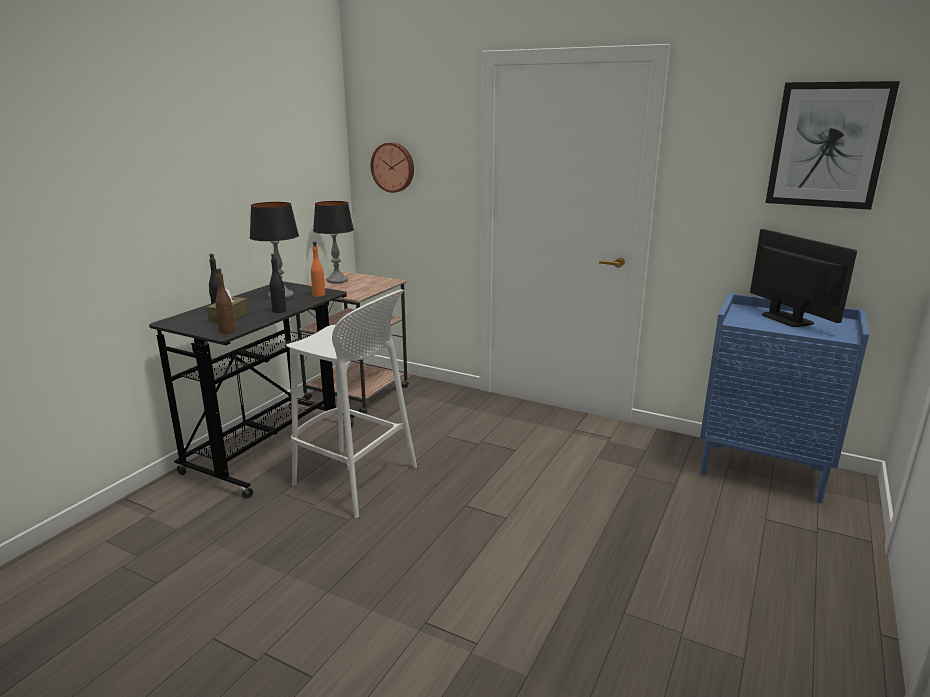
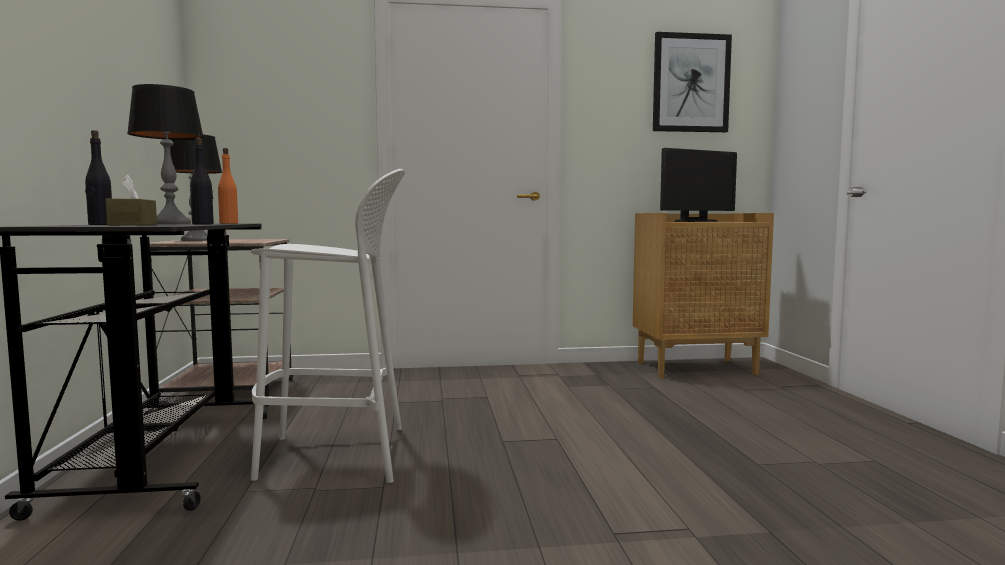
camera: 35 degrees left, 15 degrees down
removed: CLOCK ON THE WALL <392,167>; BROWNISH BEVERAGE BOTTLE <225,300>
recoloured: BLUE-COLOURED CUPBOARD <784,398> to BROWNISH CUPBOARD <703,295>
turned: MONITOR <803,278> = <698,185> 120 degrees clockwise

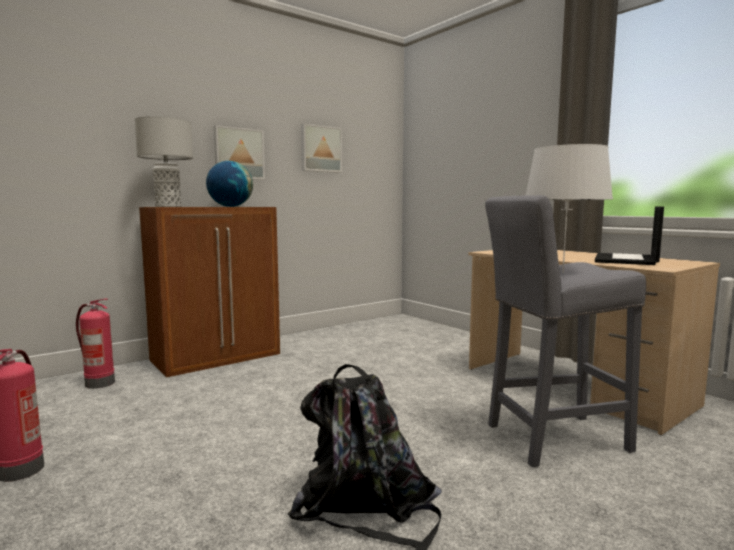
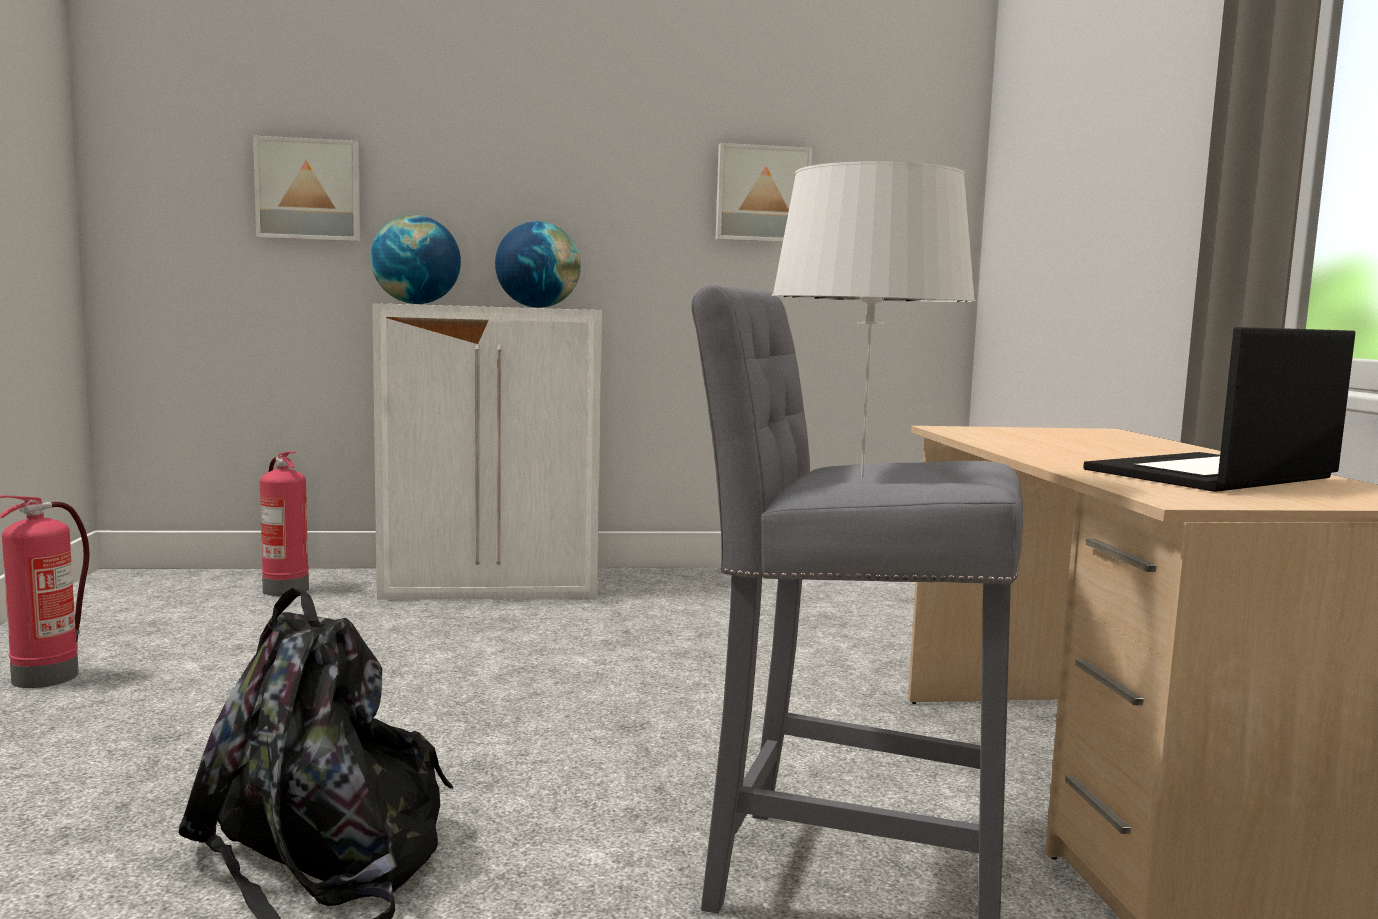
camera: 30 degrees right, 0 degrees up
moved: PICTURE <239,152> to <306,188>
replaced: WHITE-COLOURED LAMP FOR A TABLE <164,161> to WORLD GLOBE <415,259>
recoloured: BROWNISH CUPBOARD <209,292> to WHITE-COLOURED CUPBOARD <487,451>

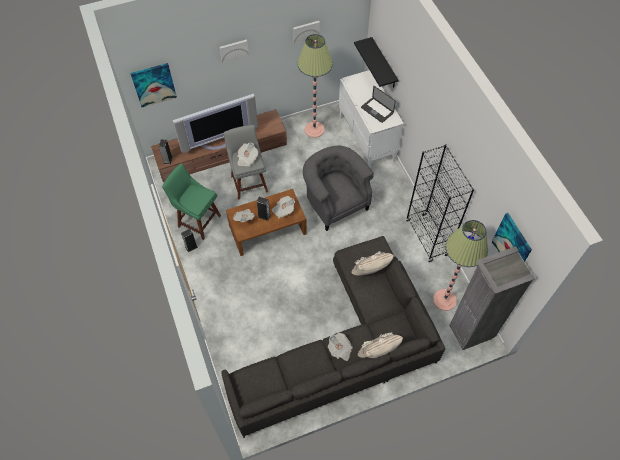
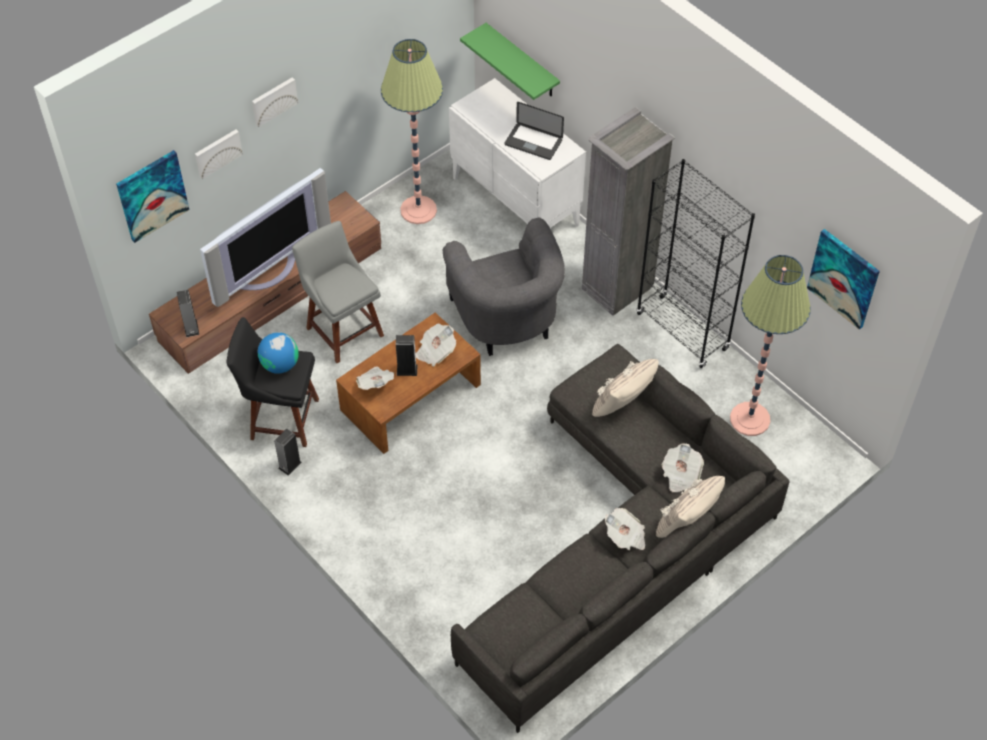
camera: 20 degrees left, 5 degrees down
added: WORLD GLOBE <278,353>
moved: PICTURE <306,32> to <219,154>; NEWSPAPER <247,155> to <683,467>; GRAY CUPBOARD <492,298> to <628,211>
recoloured: BLACK-COLOURED WALL SHELF <376,62> to GREEN WALL SHELF <510,61>; GREEN STOOL SEAT <191,201> to BLACK-COLOURED STOOL SEAT <273,382>
turned: GRAY LOUNGE CHAIR <338,188> = <504,286> 150 degrees counterclockwise

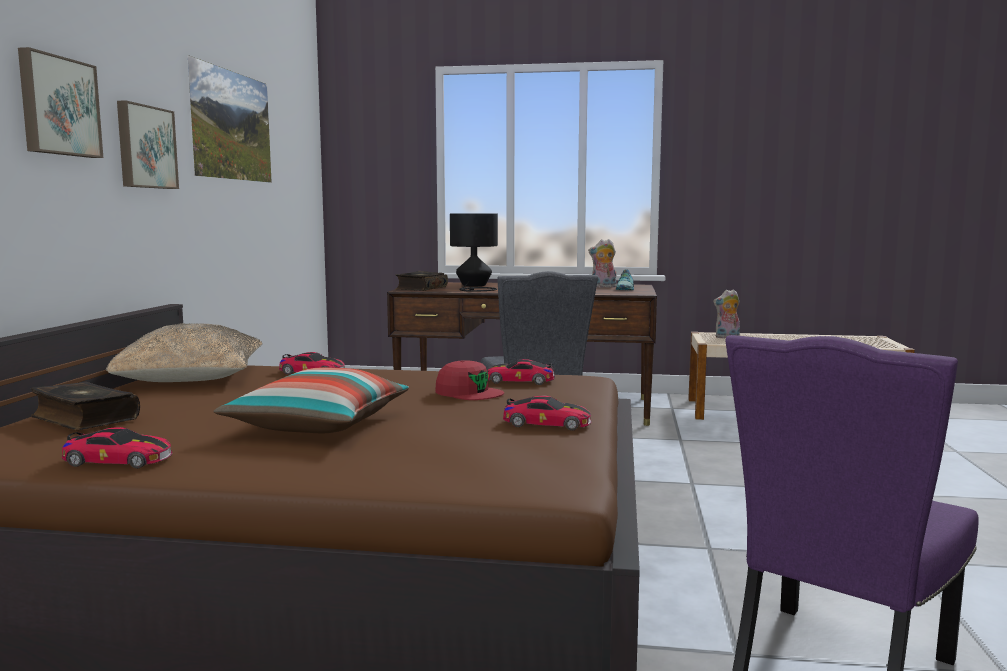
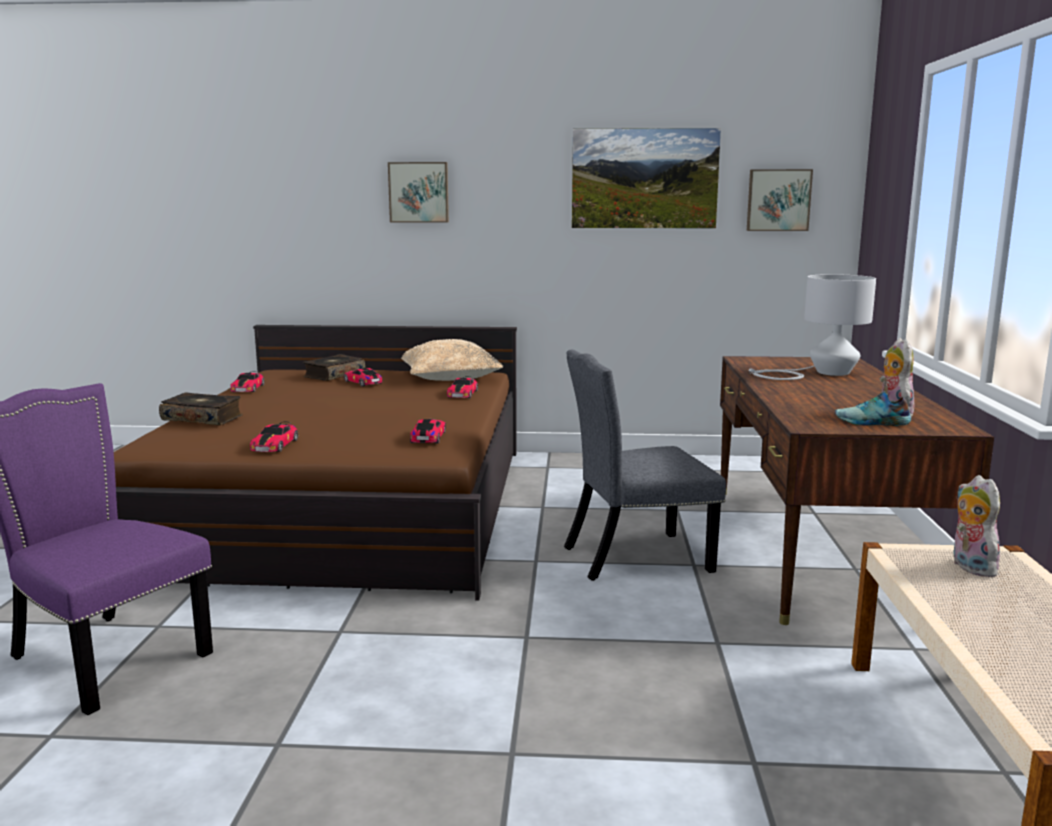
camera: 85 degrees right, 5 degrees up
removed: RED BASEBALL CAP <469,380>; PILLOW <311,400>
added: MINIATURE CAR <363,377>
moved: PICTURE <148,144> to <780,200>; VOLUME <422,281> to <201,409>
recoloured: BLACK-COLOURED LAMP FOR A TABLE <474,253> to WHITE-COLOURED LAMP FOR A TABLE <812,327>

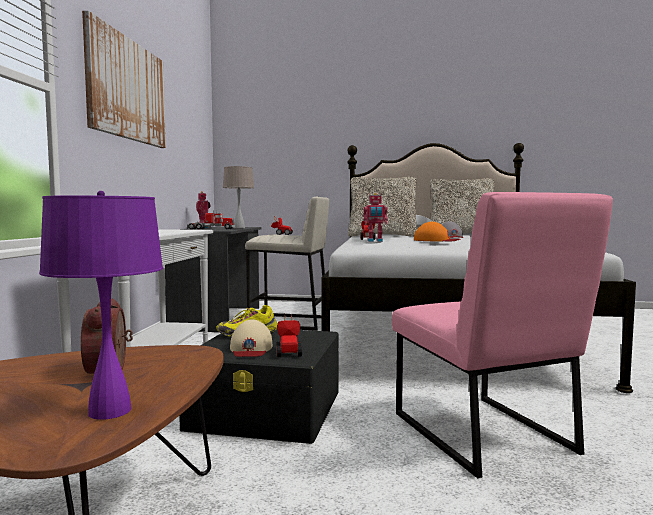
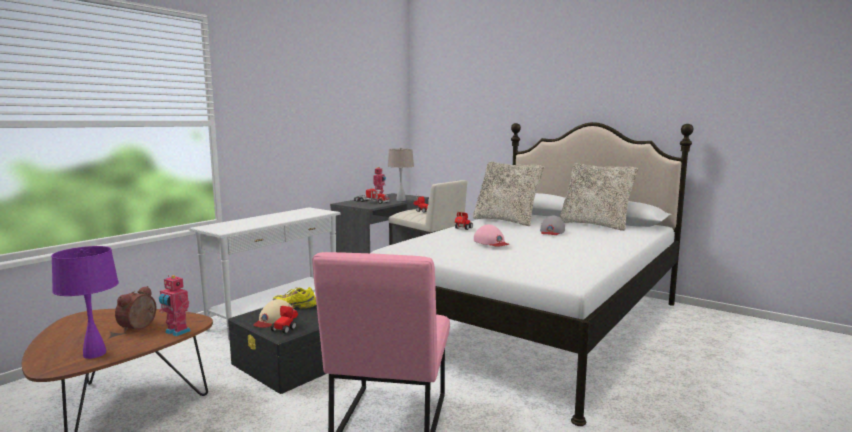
camera: 30 degrees right, 5 degrees up
removed: PICTURE <124,79>
moved: ROBOT FIGURE <375,217> to <175,306>
recoloured: ORANGEY BASEBALL CAP <437,231> to PINK-COLOURED BASEBALL CAP <492,235>

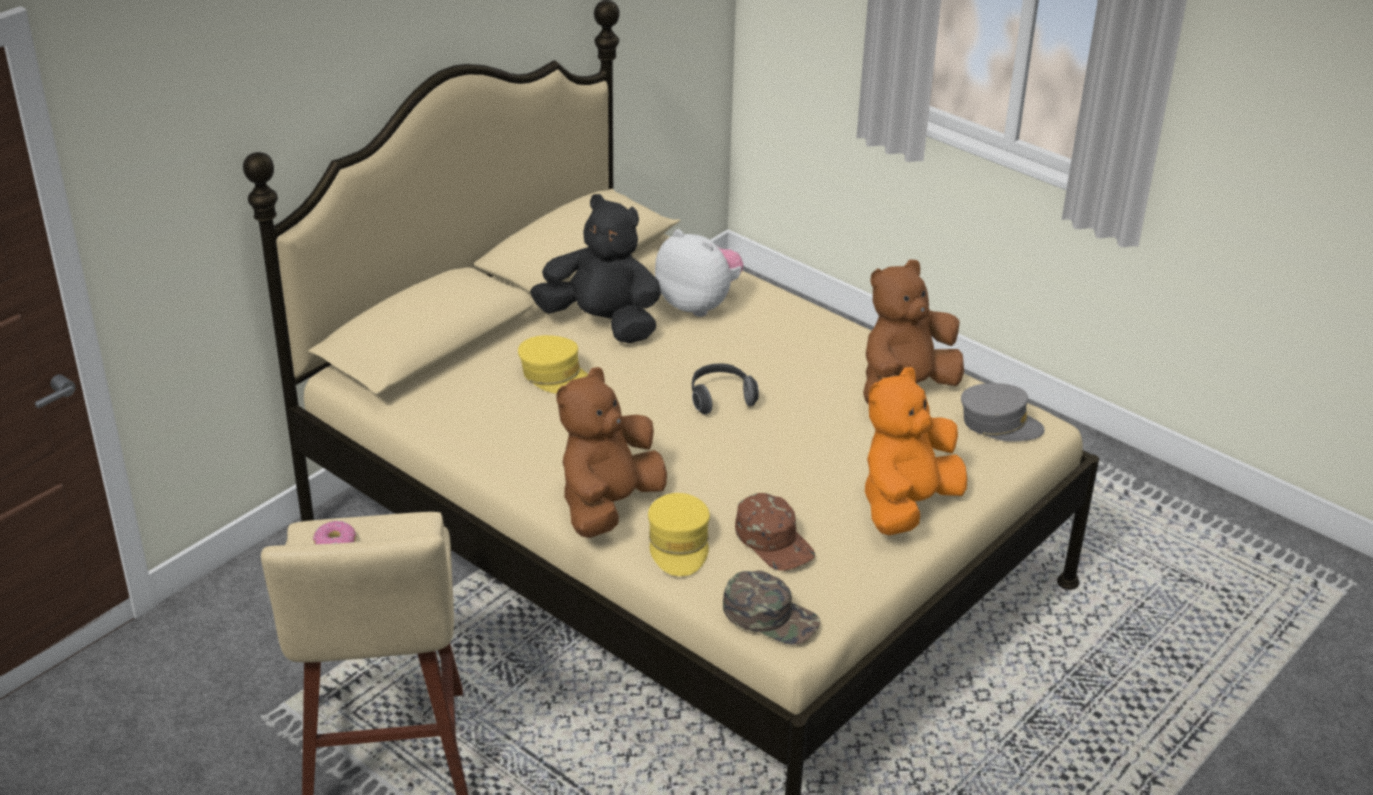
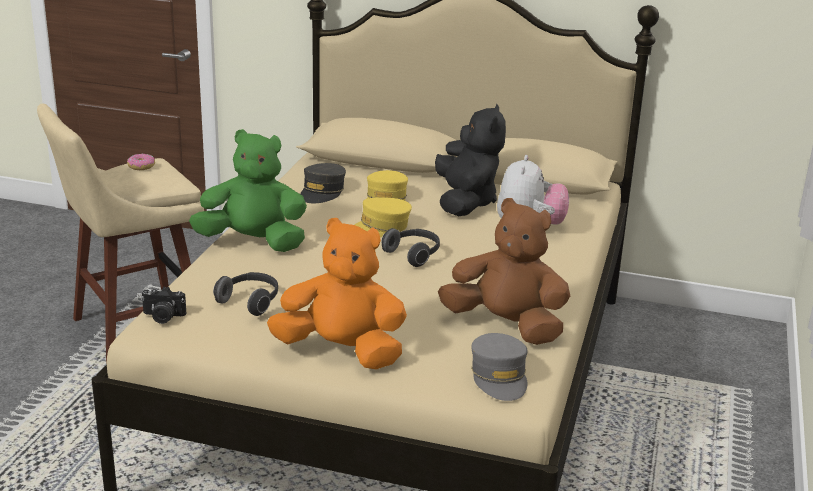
camera: 65 degrees right, 10 degrees down
added: GRAY BASEBALL CAP <323,183>
moved: YELLOW-COLOURED BASEBALL CAP <679,534> to <383,217>
replaced: BROWNISH BASEBALL CAP <775,532> to HEADSET <245,294>; GREEN BASEBALL CAP <771,607> to STILL CAMERA <163,305>
recoloured: BROWNISH PLUSH TOY <611,452> to GREEN PLUSH TOY <248,190>

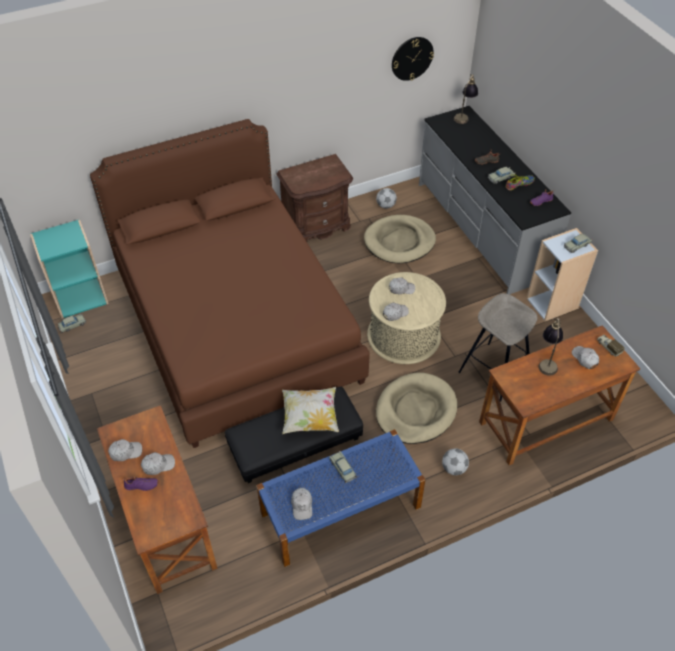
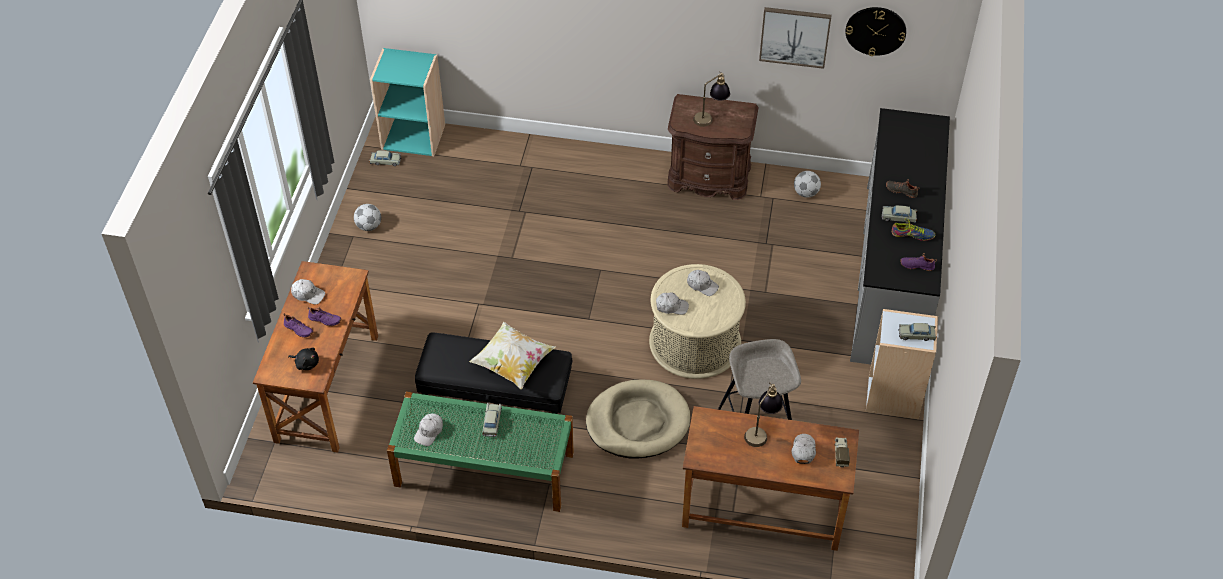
camera: 35 degrees right, 0 degrees up
removed: BROWNISH BEDROOM BED <230,283>; BEIGE DOG BED <400,239>
added: PICTURE <795,38>; BLACK-COLOURED PLUSH TOY <303,359>
moved: LAMP FOR A TABLE <466,99> to <711,99>; FOOTBALL BALL <455,461> to <367,217>
replaced: WHITE-COLOURED BASEBALL CAP <158,463> to PURPLE-COLOURED SHOE <324,316>
recoloured: BLUE-COLOURED INDOOR BENCH <340,498> to GREEN INDOOR BENCH <480,452>

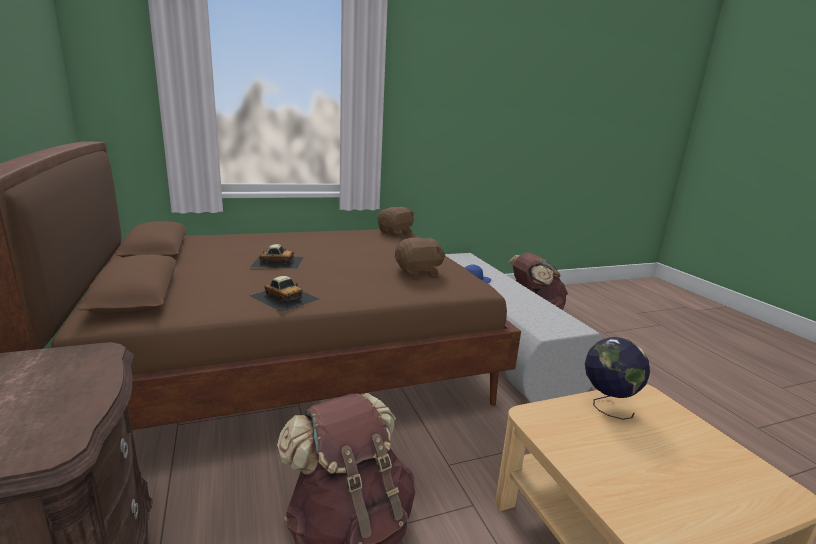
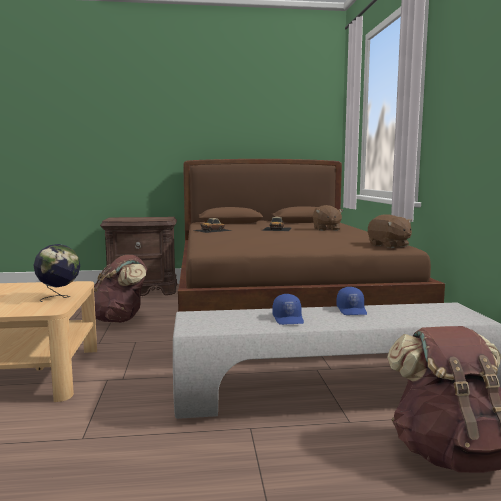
camera: 105 degrees right, 10 degrees down
added: BLUE-COLOURED BASEBALL CAP <288,309>
moved: BROWNISH PLUSH TOY <420,258> to <328,218>

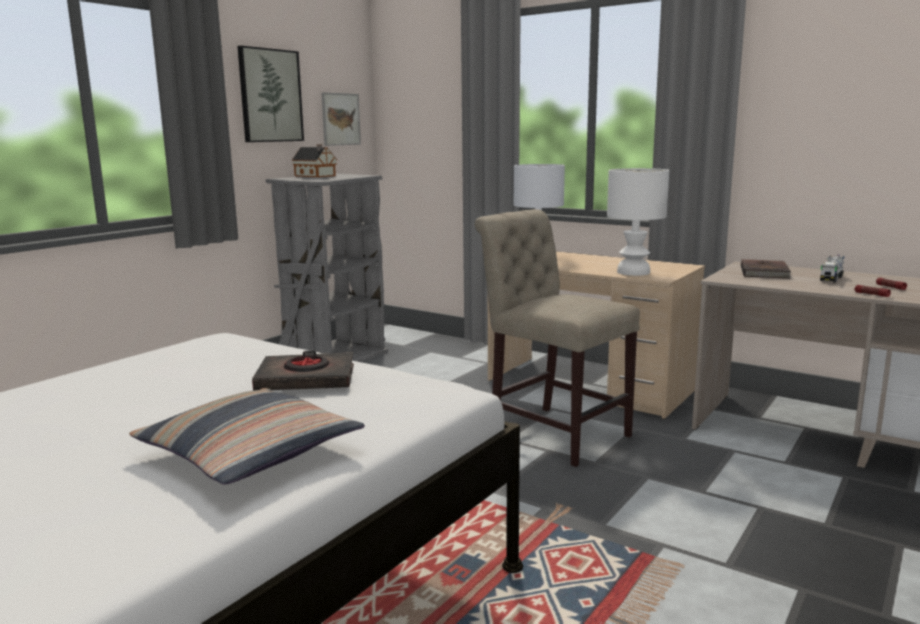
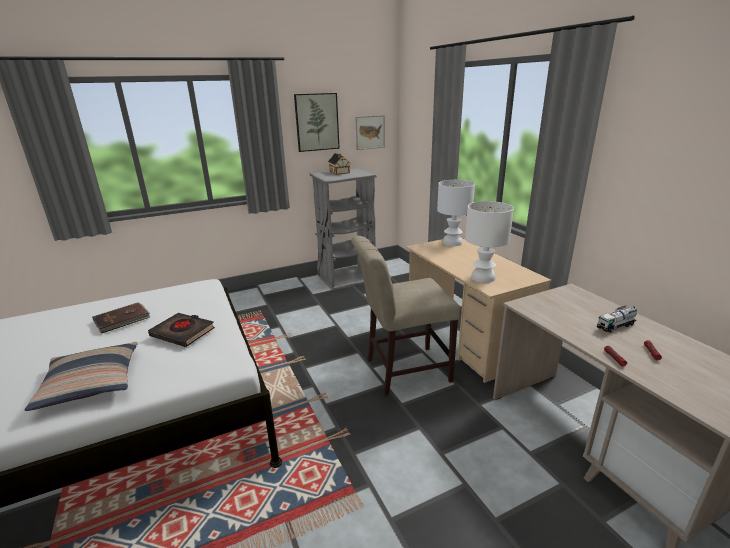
camera: 30 degrees right, 10 degrees up
moved: BROWNISH VOLUME <766,269> to <121,318>
turned: BEIGE PLAIN CHAIR <557,338> = <405,316> 90 degrees counterclockwise

